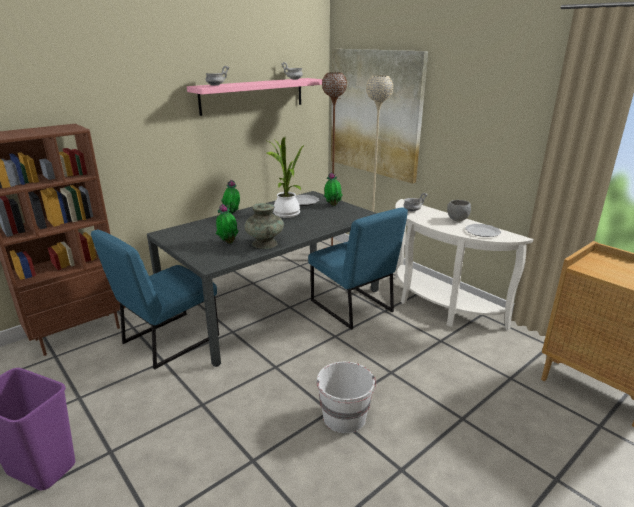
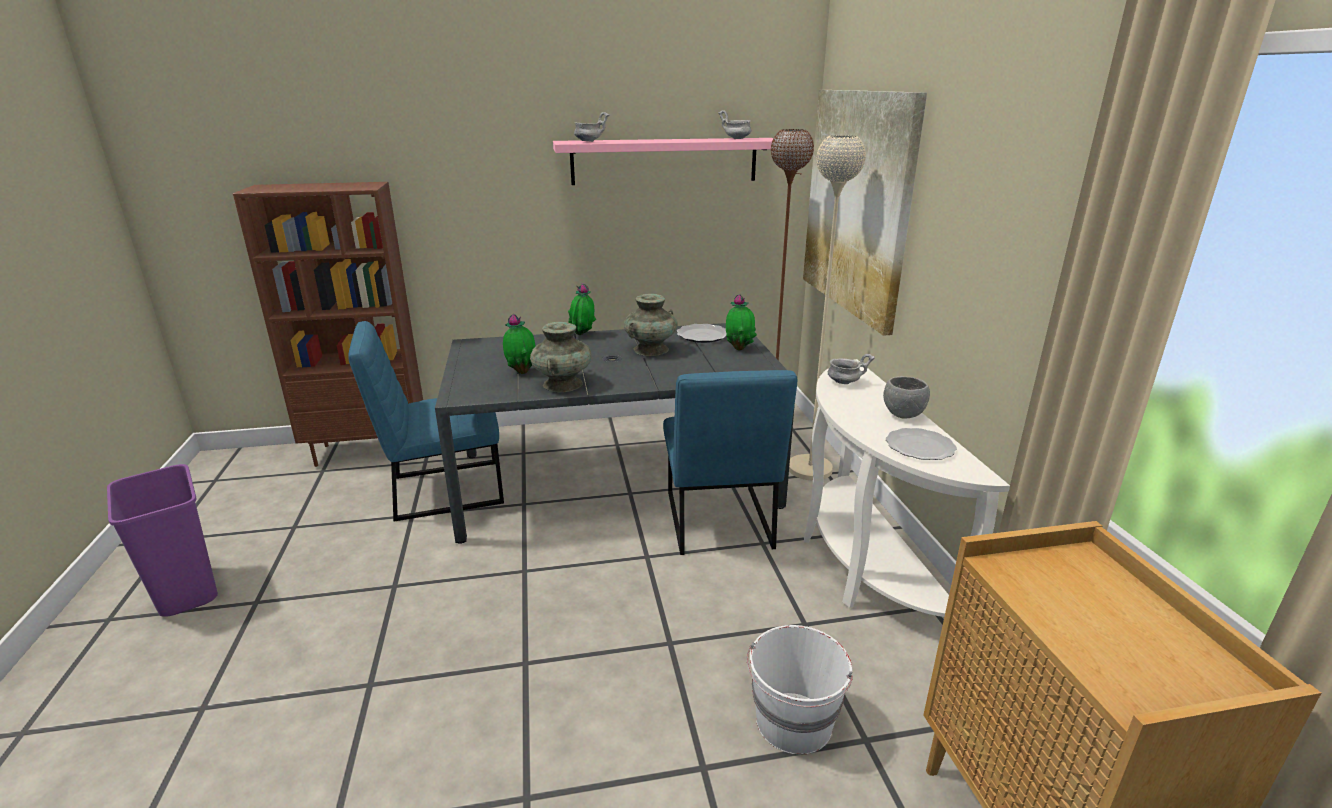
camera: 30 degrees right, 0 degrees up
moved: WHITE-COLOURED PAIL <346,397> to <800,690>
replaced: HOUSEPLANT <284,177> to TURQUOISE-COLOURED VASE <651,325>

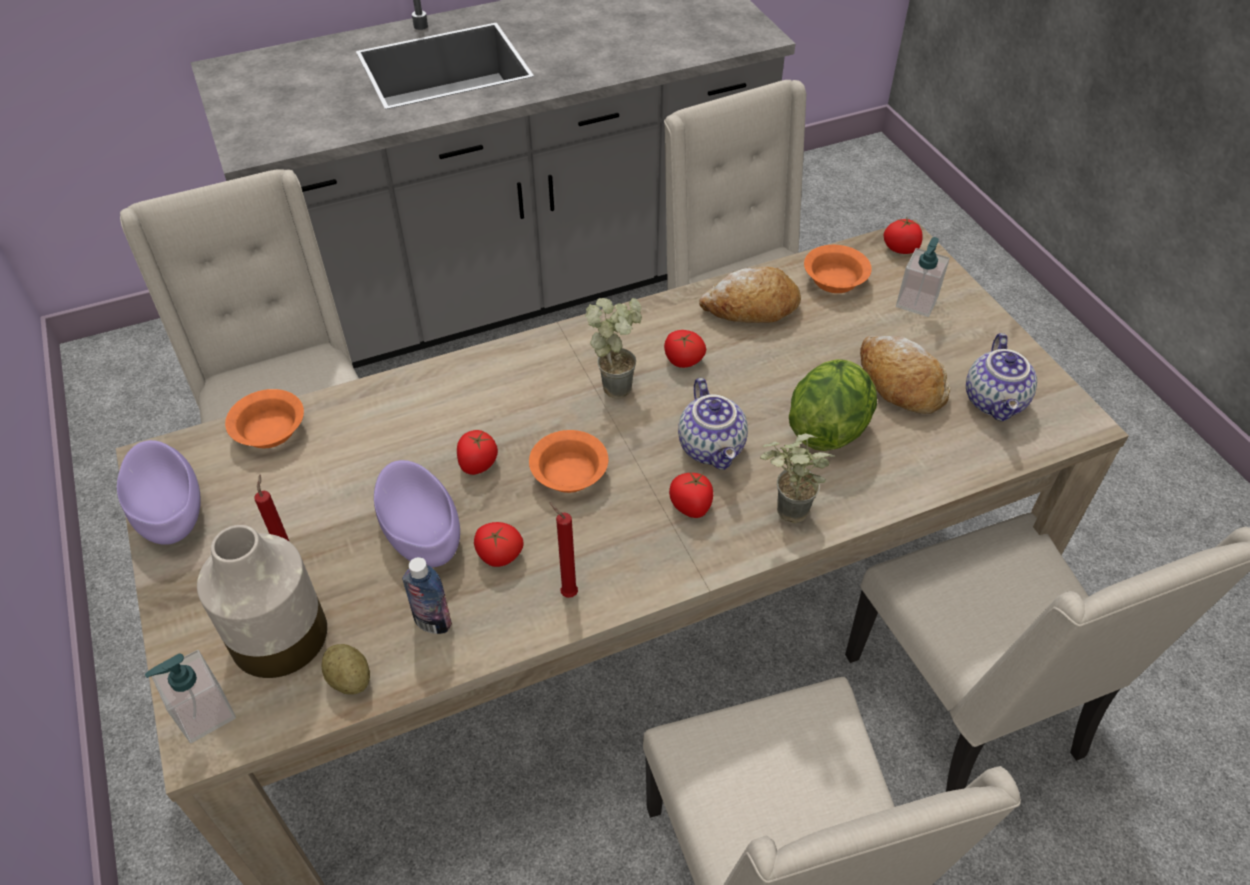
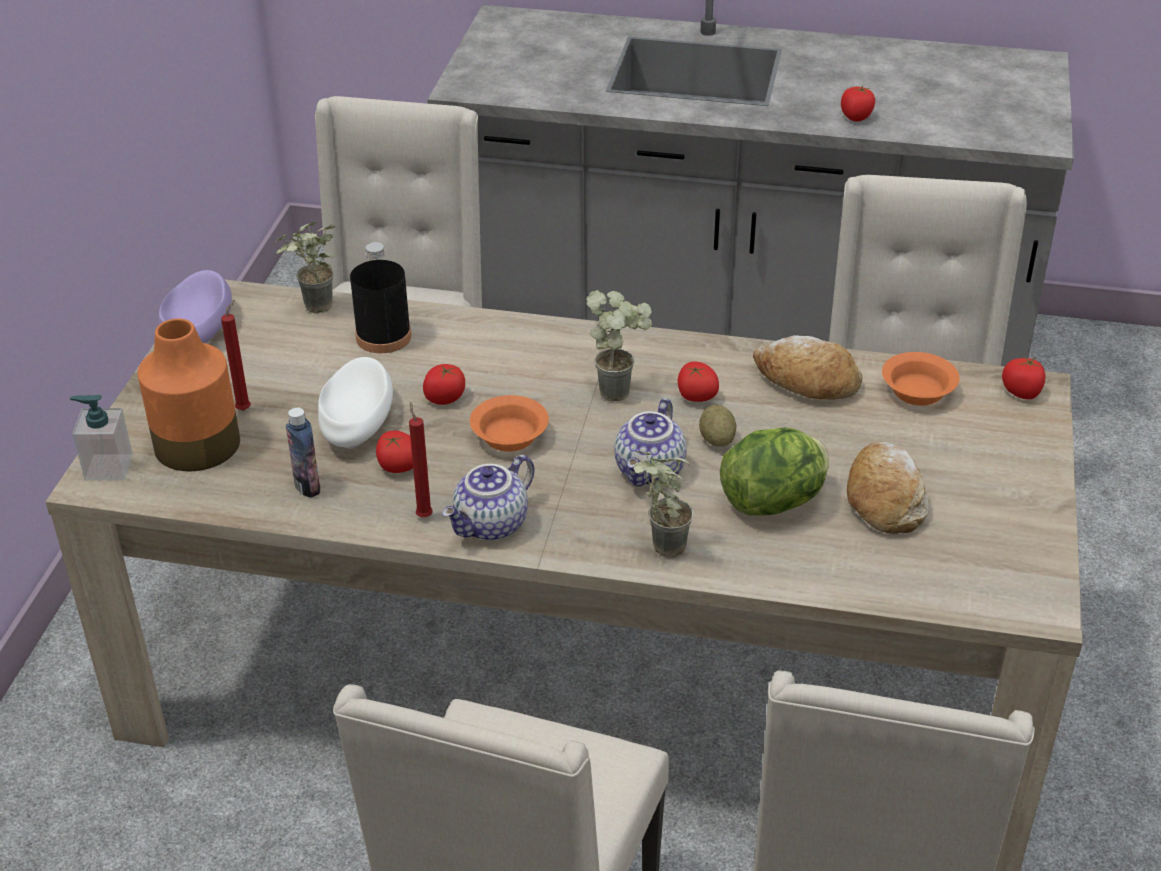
camera: 35 degrees right, 10 degrees down
removed: SOAP BOTTLE <923,277>
added: BLACK-COLOURED BEVERAGE BOTTLE <380,297>
moved: TEA POT <1001,377> to <488,498>; TOMATO <691,495> to <858,103>; WHOLE POTATO <345,669> to <718,426>
replaced: ORANGEY DEEP DISH <264,418> to HOUSEPLANT <306,268>
recoloured: PURPLE-COLOURED DEEP DISH <417,513> to WHITE-COLOURED DEEP DISH <355,403>; BEIGE VASE <262,601> to ORANGEY VASE <189,394>

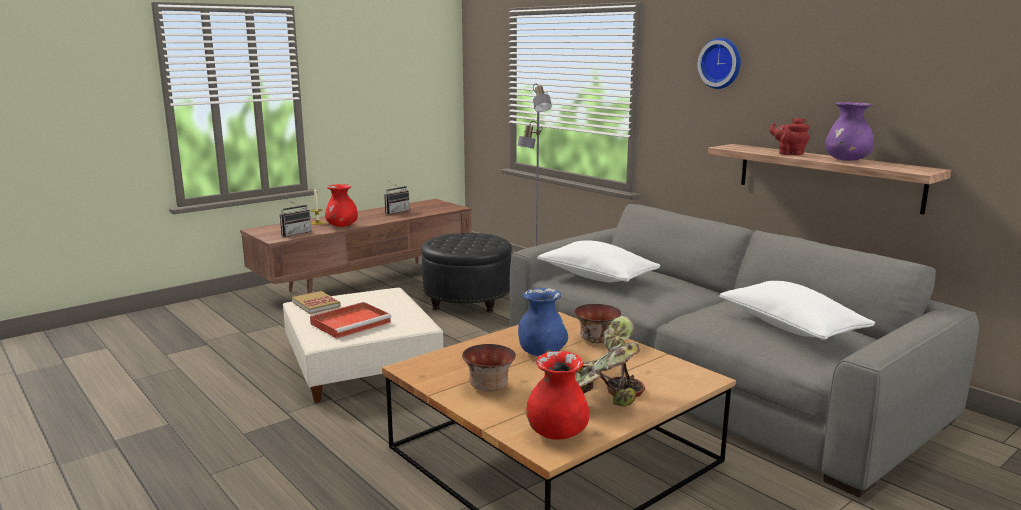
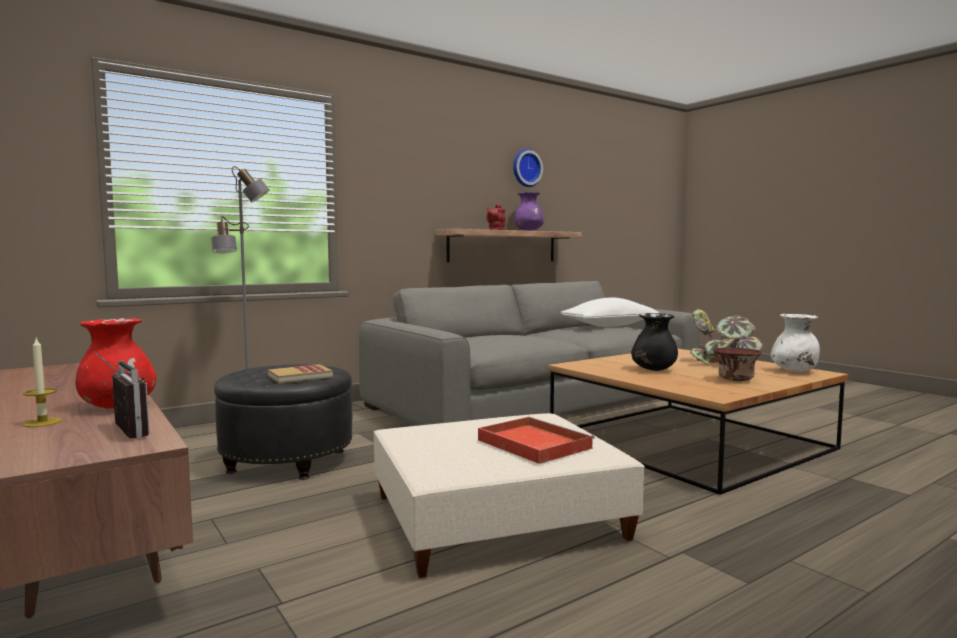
camera: 85 degrees left, 10 degrees down
removed: RADIO SET <397,197>; WHITE-COLOURED PILLOW <599,261>; DEEP DISH <597,323>
moved: CLOCK ON THE WALL <719,63> to <528,168>; VOLUME <316,302> to <300,373>
recoloured: BLUE-COLOURED VASE <543,322> to BLACK-COLOURED VASE <654,342>; RED VASE <557,395> to WHITE-COLOURED VASE <795,343>

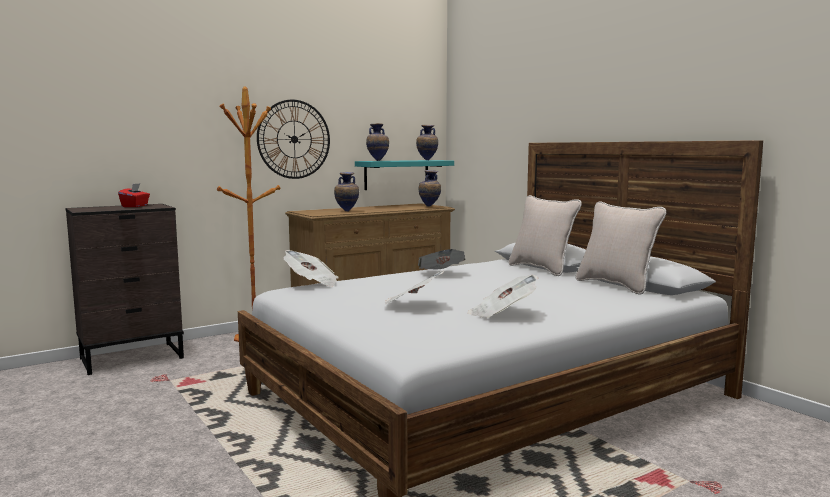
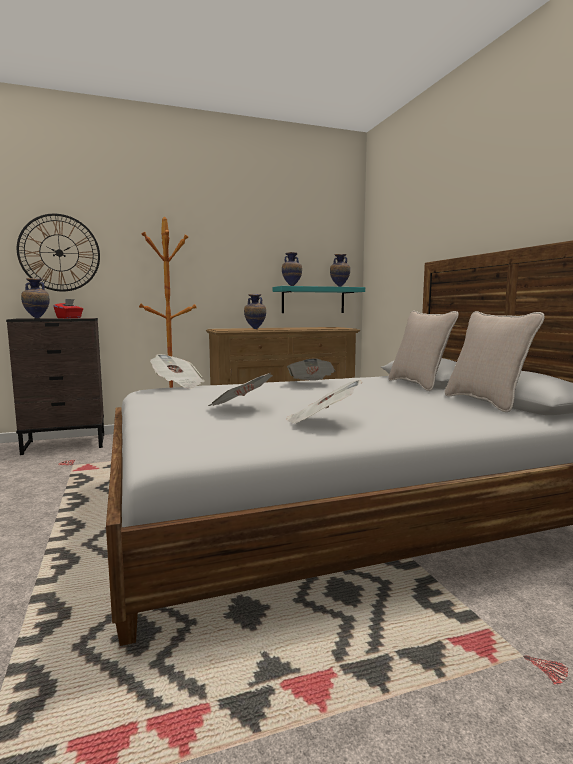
camera: 15 degrees right, 0 degrees up
moved: CLOCK ON THE WALL <293,139> to <58,253>; VASE <430,188> to <35,298>

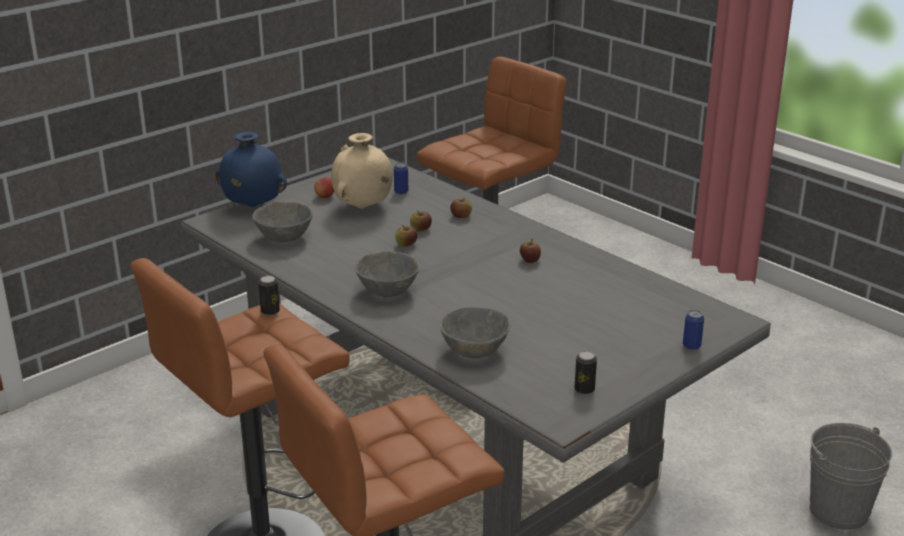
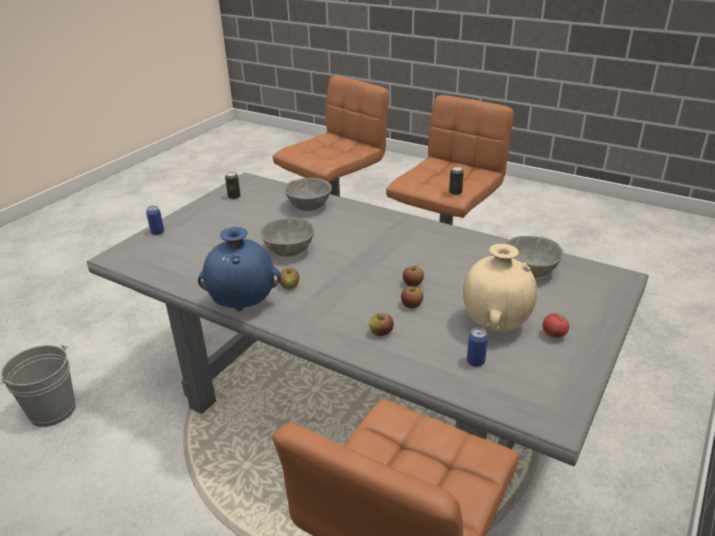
camera: 165 degrees right, 5 degrees up
moved: BLUE-COLOURED VASE <251,169> to <239,269>; GRAY DEEP DISH <387,274> to <287,237>

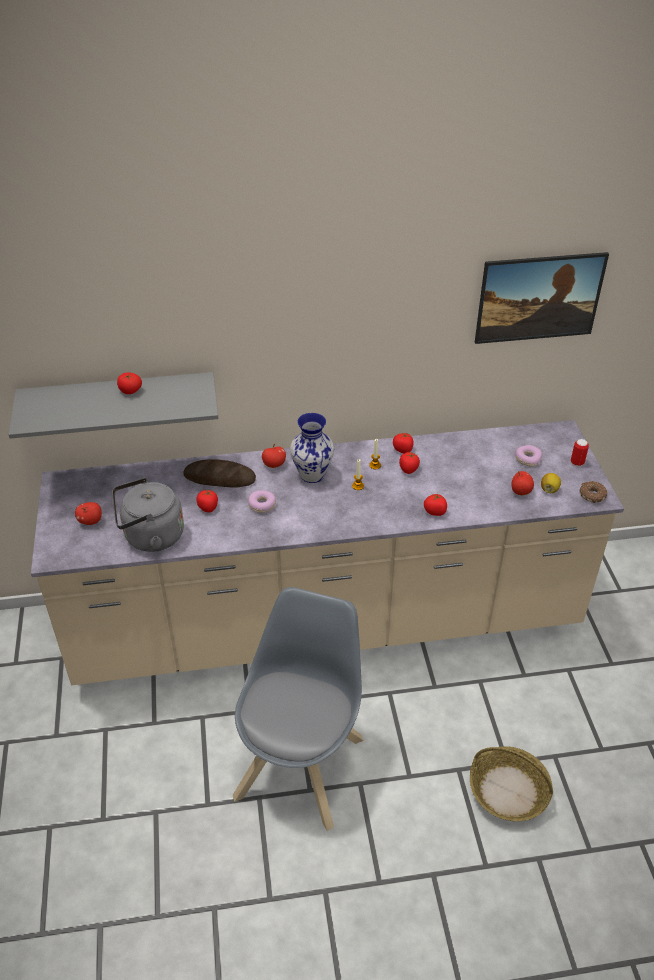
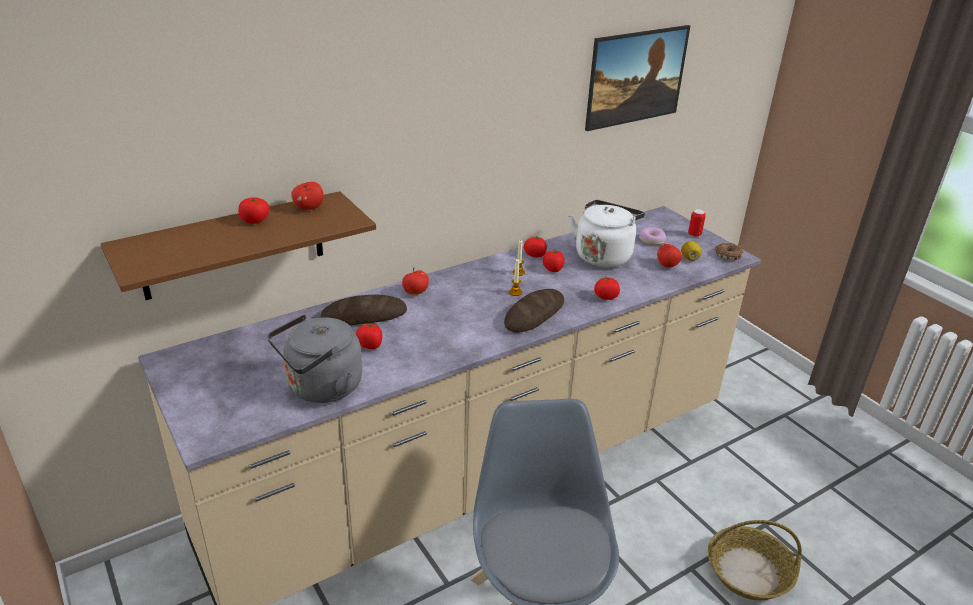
camera: 25 degrees left, 10 degrees down
removed: VASE <312,448>; DONUT <262,501>
added: WHITE-COLOURED WATER KETTLE <606,234>; BAKERY BREAD <534,311>
moved: APPLE <88,513> to <307,196>
recoloured: GRAY WALL SHELF <113,405> to BROWNISH WALL SHELF <238,245>

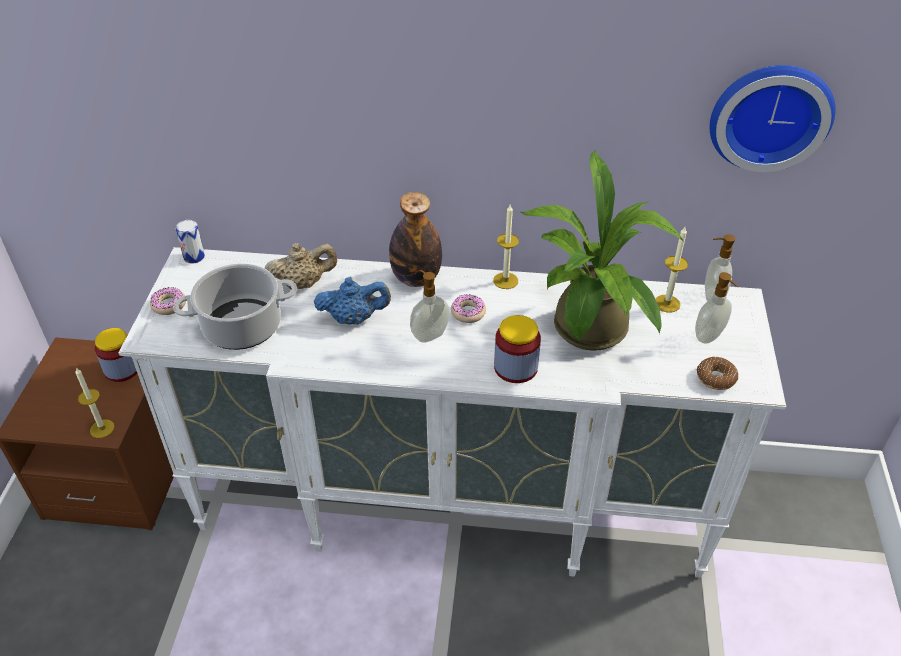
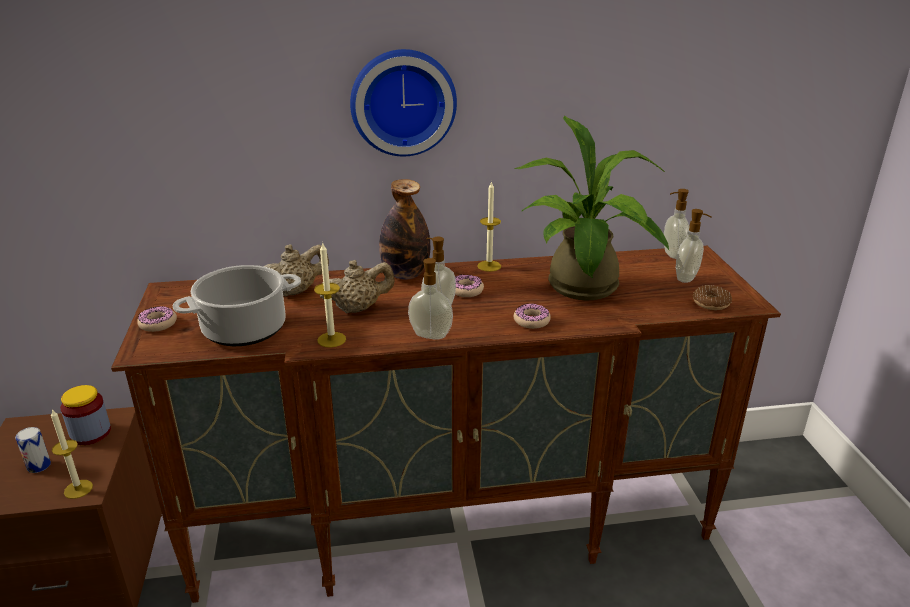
camera: 15 degrees left, 15 degrees down
added: SOAP BOTTLE <430,298>
moved: CLOCK ON THE WALL <773,118> to <403,102>; METAL CAN <190,242> to <33,450>; WAX LIGHT <671,269> to <330,295>
replaced: JAR <517,349> to DONUT <532,316>
recoloured: WHITE-COLOURED CUPBOARD <452,412> to BROWNISH CUPBOARD <446,424>; BLUE-COLOURED TEA POT <352,300> to BEIGE TEA POT <357,286>

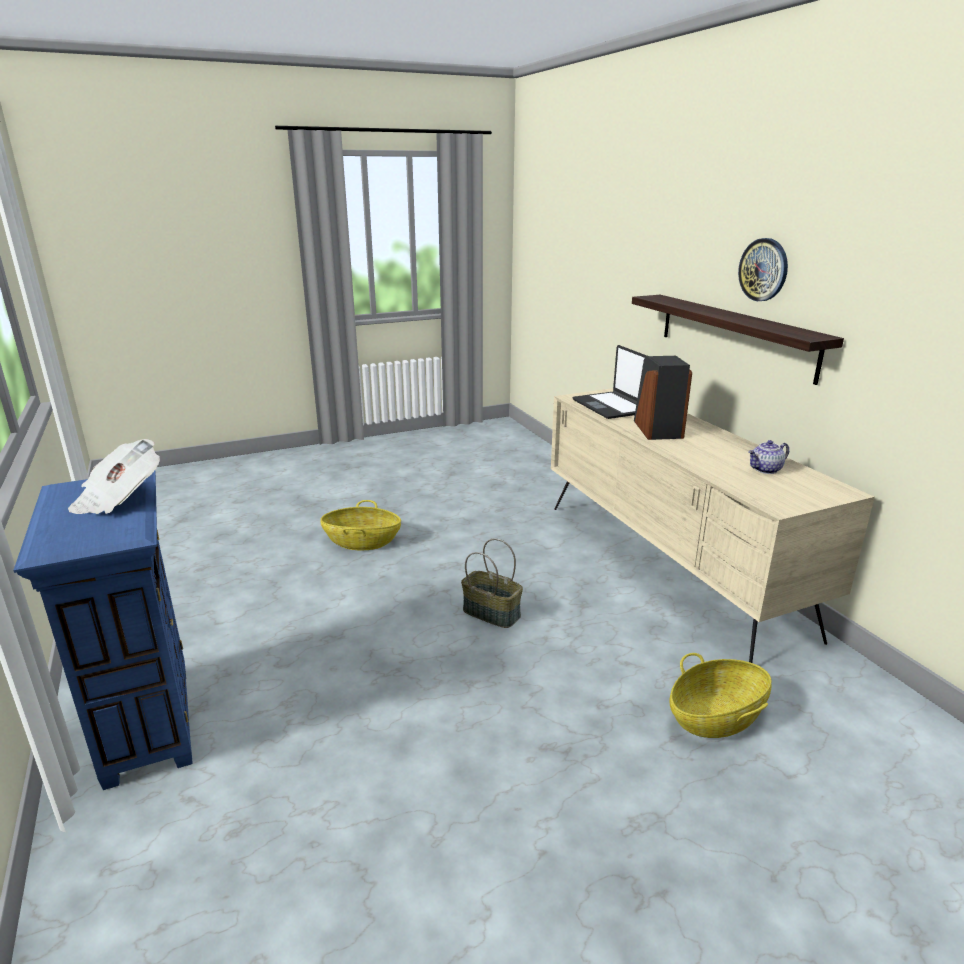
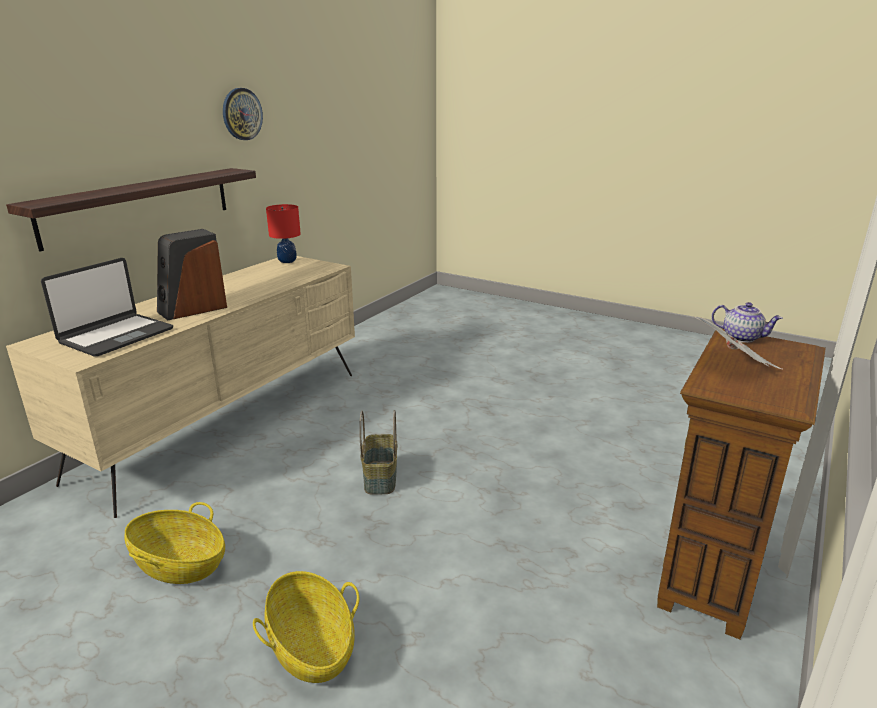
camera: 125 degrees left, 0 degrees up
added: RED LAMP FOR A TABLE <283,233>
moved: CLOCK ON THE WALL <763,269> to <243,114>; TEA POT <768,457> to <747,322>; BASKET <720,695> to <174,543>
recoloured: BLUE-COLOURED CUPBOARD <103,630> to BROWNISH CUPBOARD <741,484>

